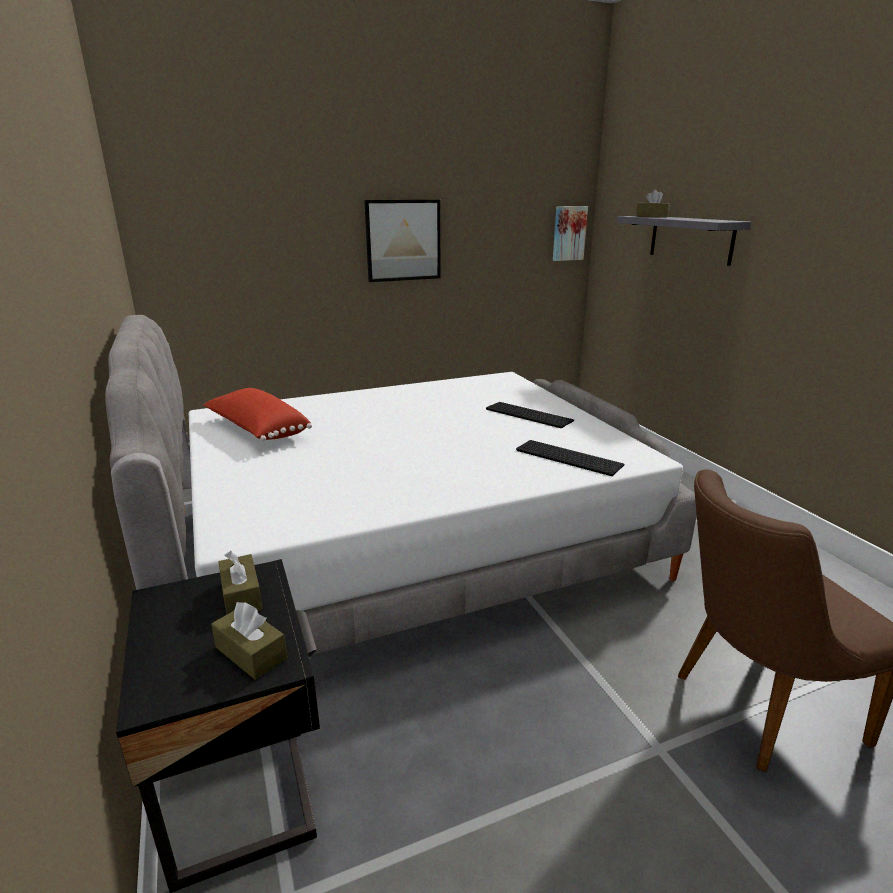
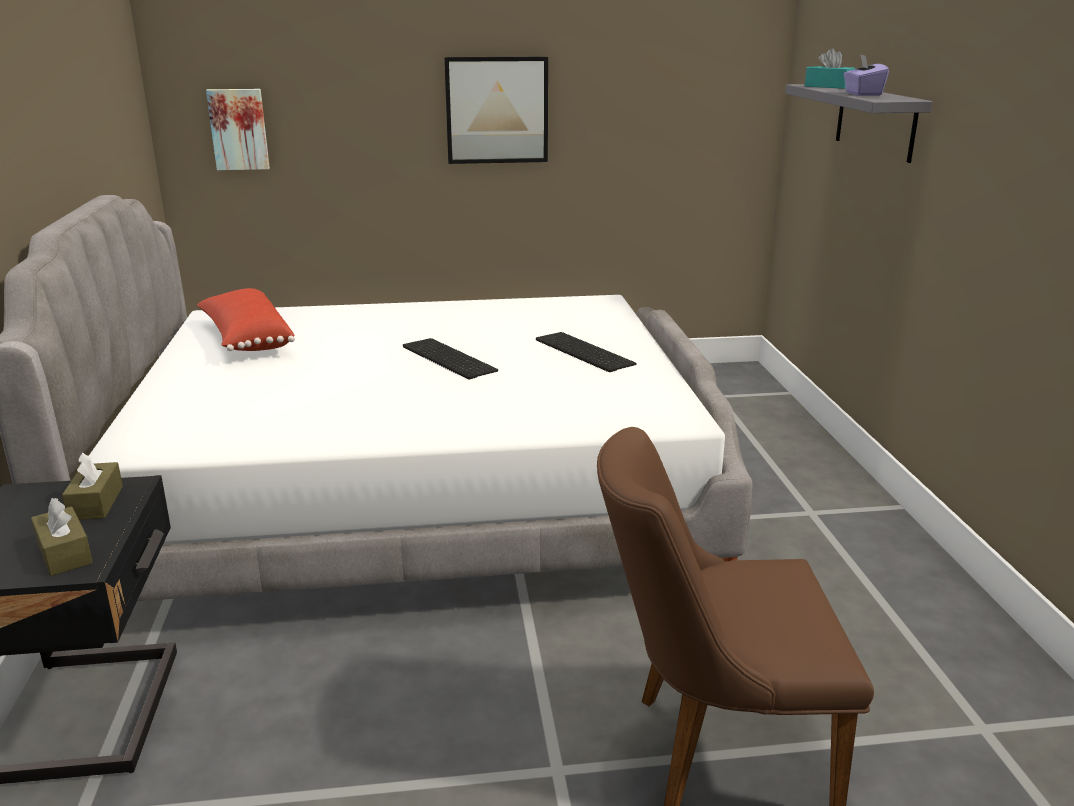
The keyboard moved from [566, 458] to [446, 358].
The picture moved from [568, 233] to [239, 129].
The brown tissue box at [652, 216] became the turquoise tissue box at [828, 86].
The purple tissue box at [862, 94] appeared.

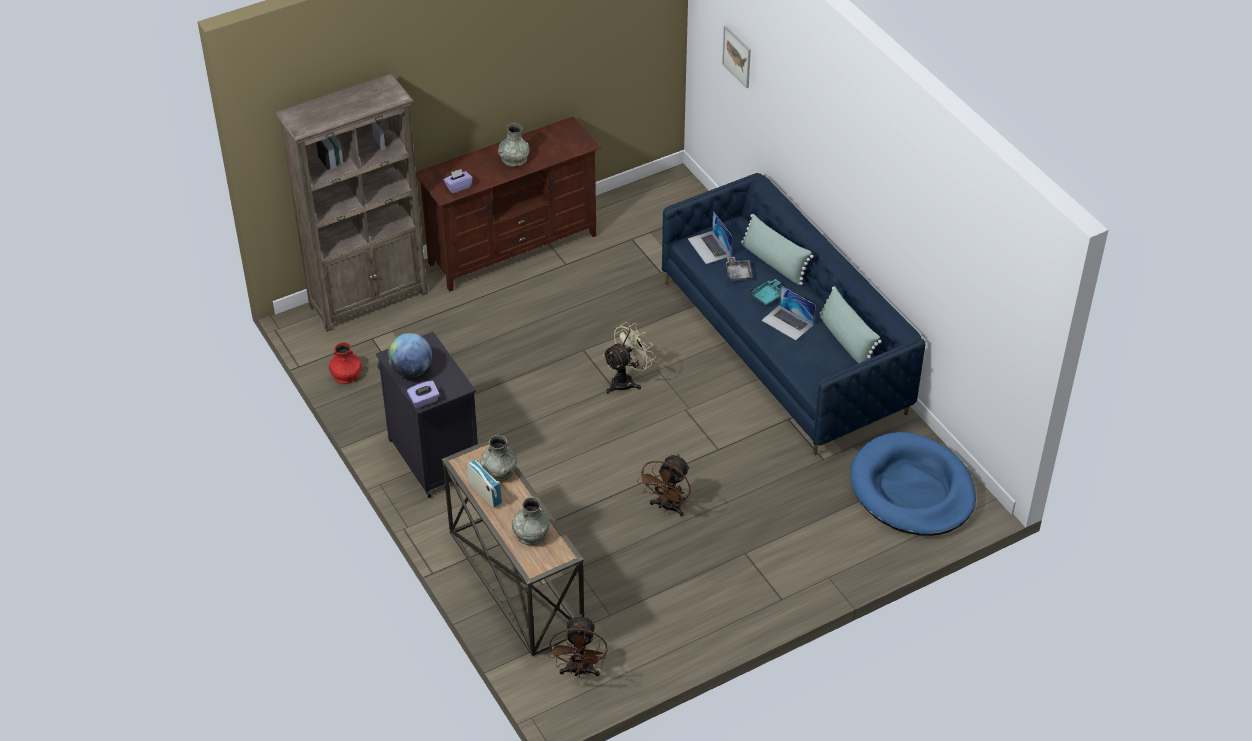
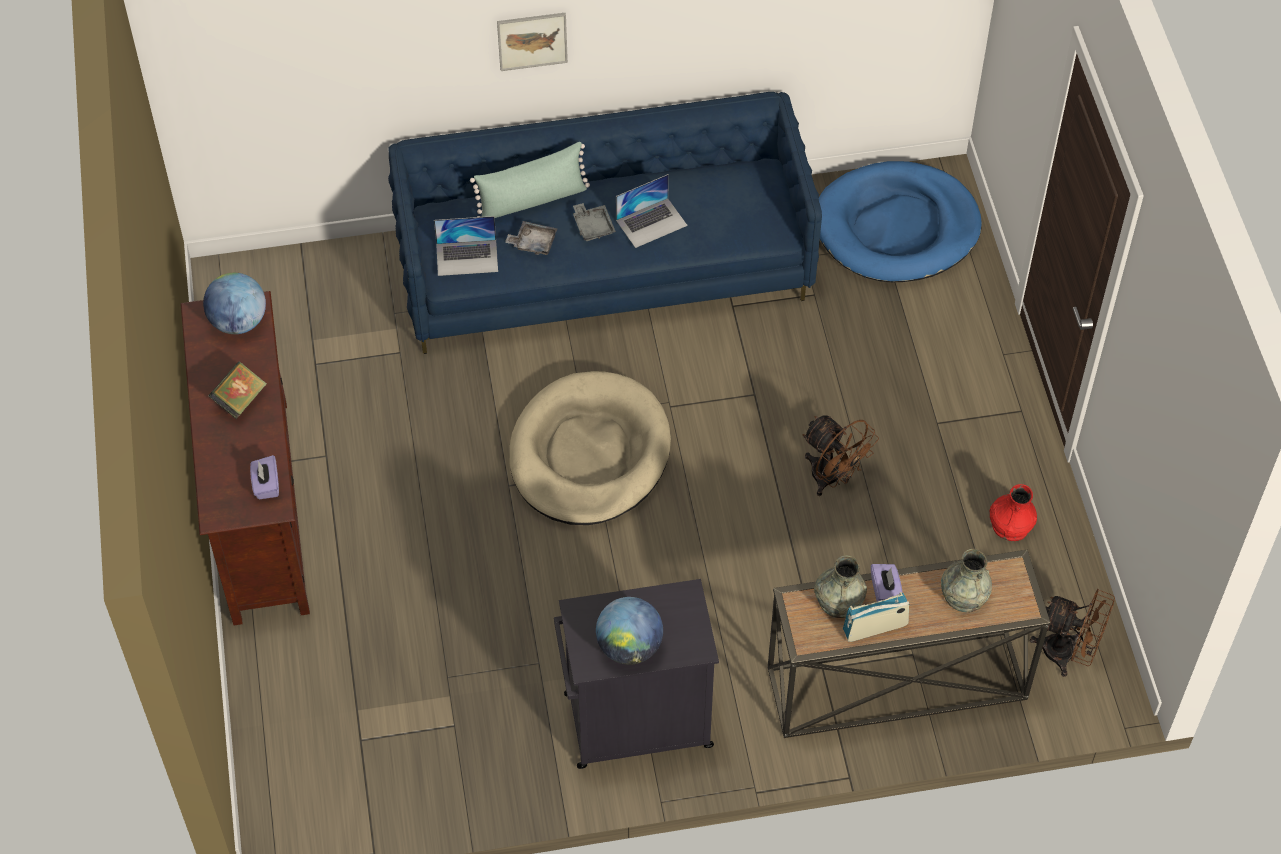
The brown bookcase at [369, 299] disappeared.
The red vase moved from [346, 374] to [1010, 525].
The purple tissue box moved from [424, 401] to [885, 591].
The grey vase at [514, 159] was replaced by the book at [240, 400].
The beige fan at [626, 381] was replaced by the beige dog bed at [589, 454].
The picture moved from [737, 56] to [532, 41].
The turquoise tray at [768, 296] became the grey tray at [593, 226].
The green pillow at [846, 340] disappeared.
The globe at [238, 322] appeared.

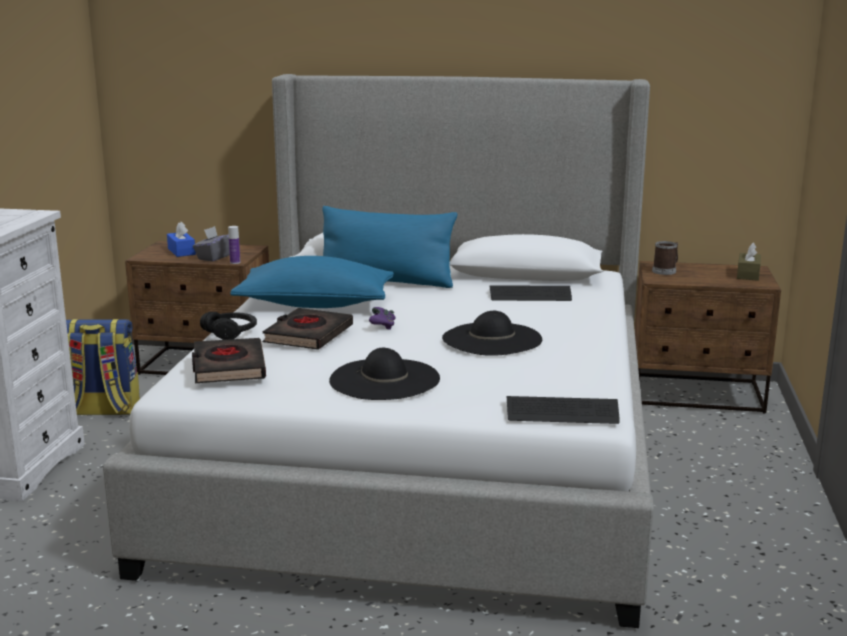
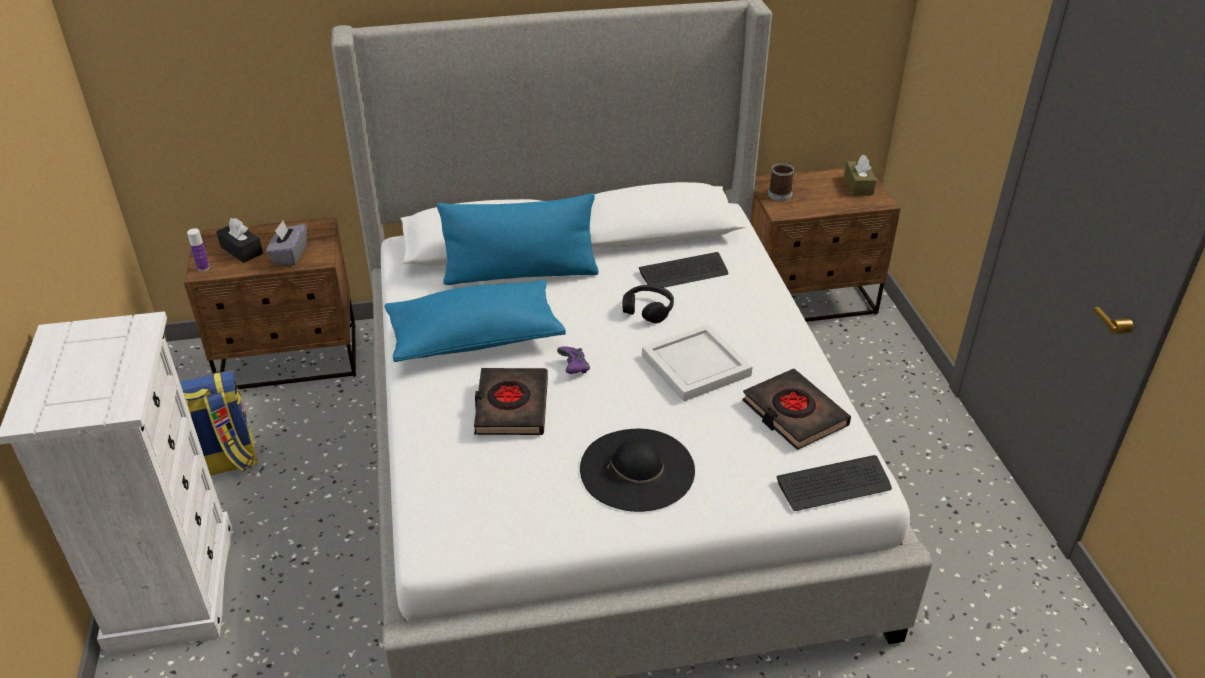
The blue tissue box at [181, 251] became the black tissue box at [241, 250].
The black book moved from [228, 367] to [794, 414].
The black headphones moved from [231, 333] to [648, 310].
The bottle moved from [235, 262] to [203, 268].
The black hat at [492, 339] was replaced by the white tray at [695, 366].

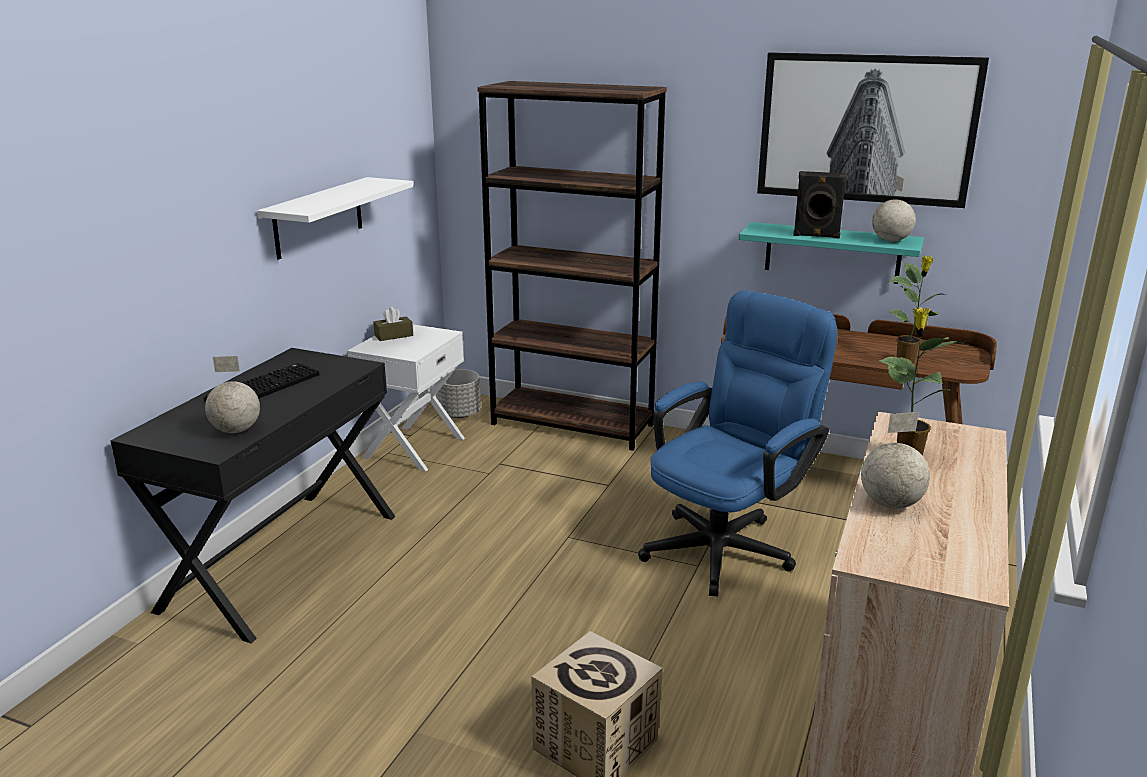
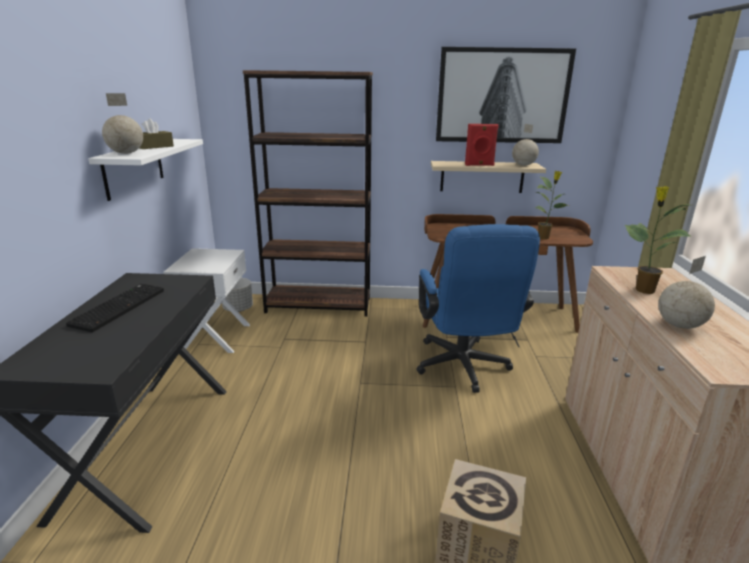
The globe moved from [236, 430] to [126, 153].
The brown tissue box moved from [393, 335] to [154, 147].
The blue office chair at [727, 545] turned 150 degrees clockwise.
The turquoise shelf at [832, 253] became the beige shelf at [482, 177].
The black speaker at [816, 236] became the red speaker at [479, 165].

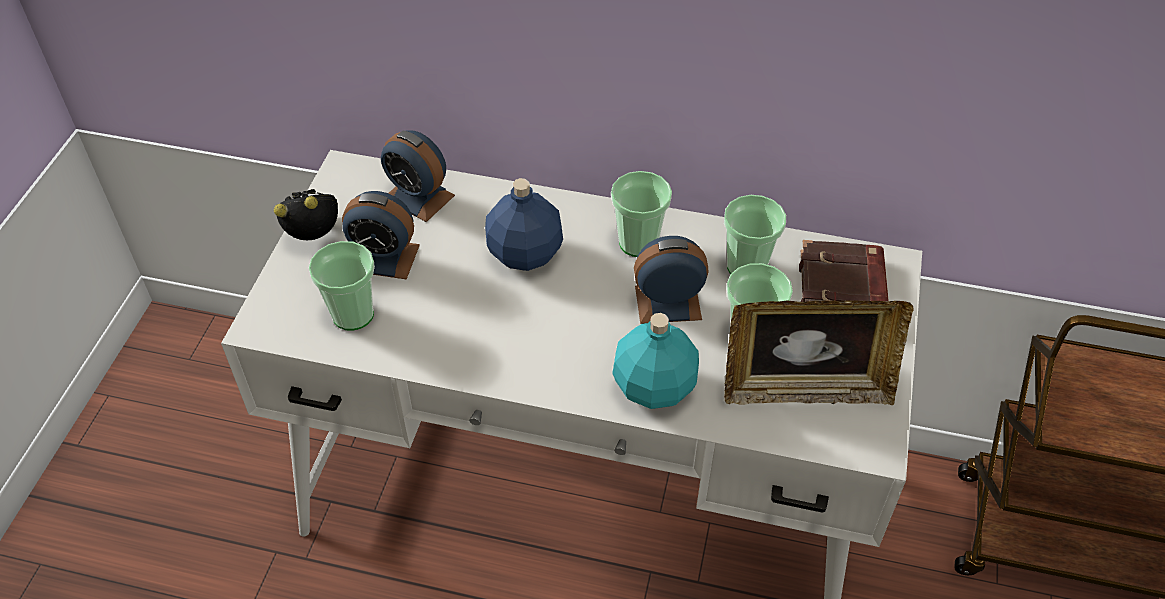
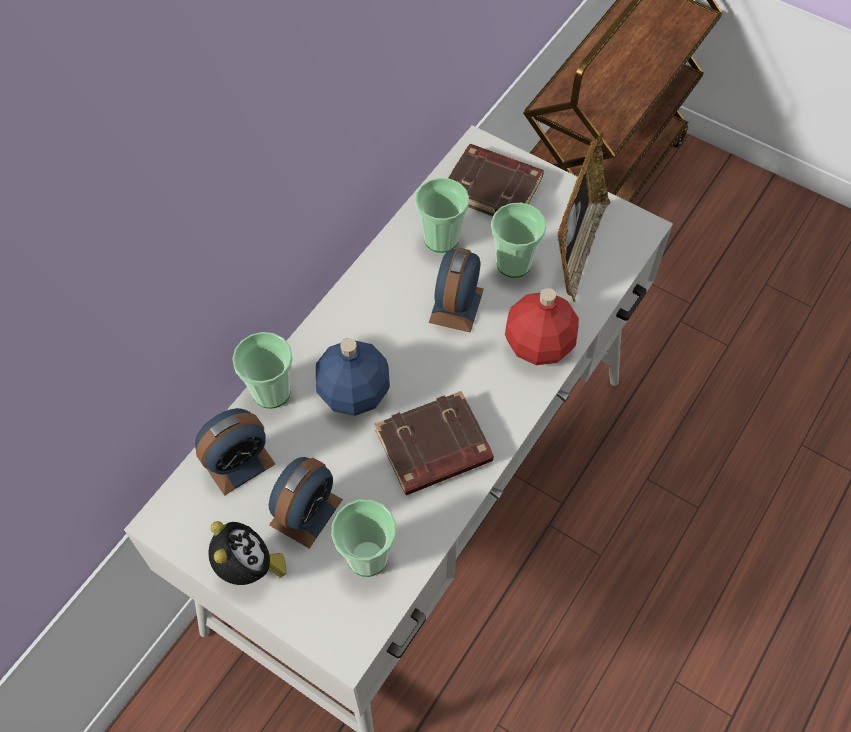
The alarm clock at [316, 237] turned 150 degrees clockwise.
The cup moved from [638, 243] to [271, 392].
The turquoise bottle at [653, 386] became the red bottle at [538, 345].
The brown book at [433, 449] appeared.

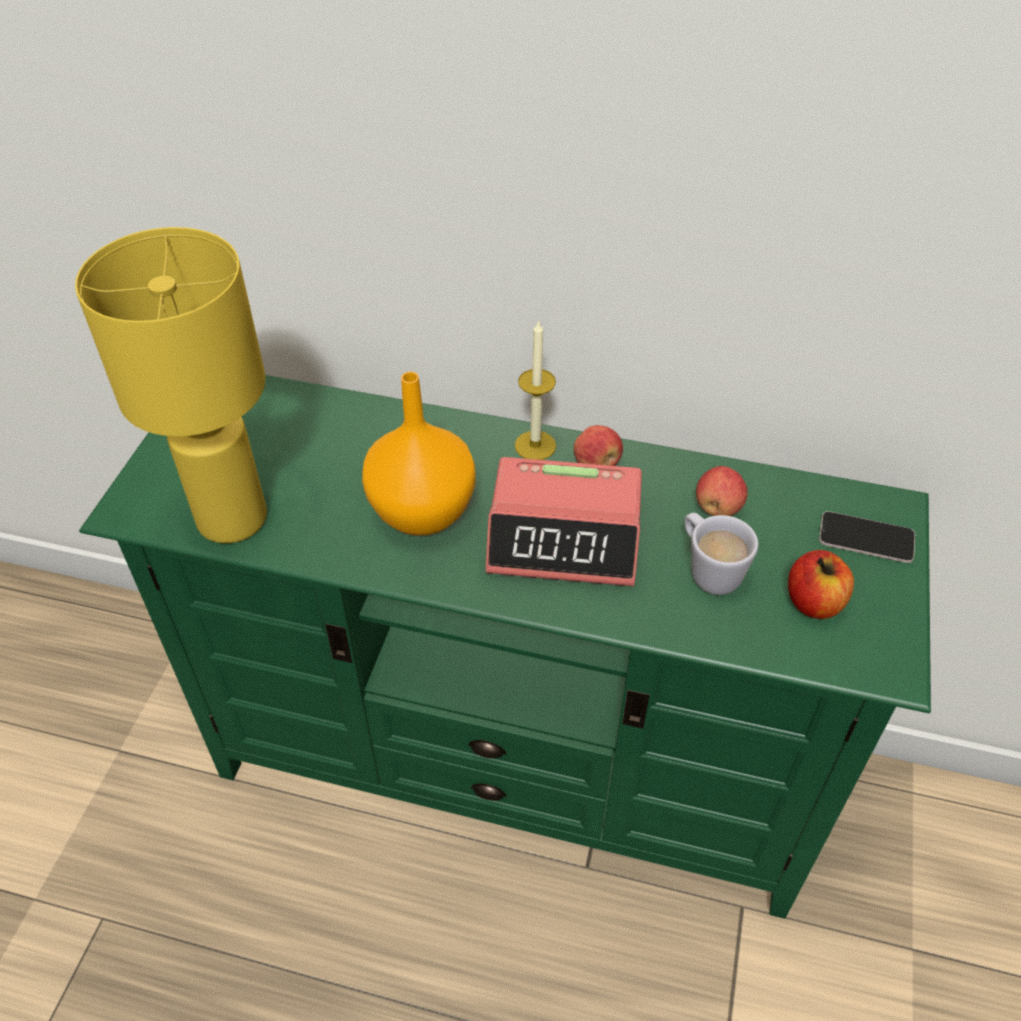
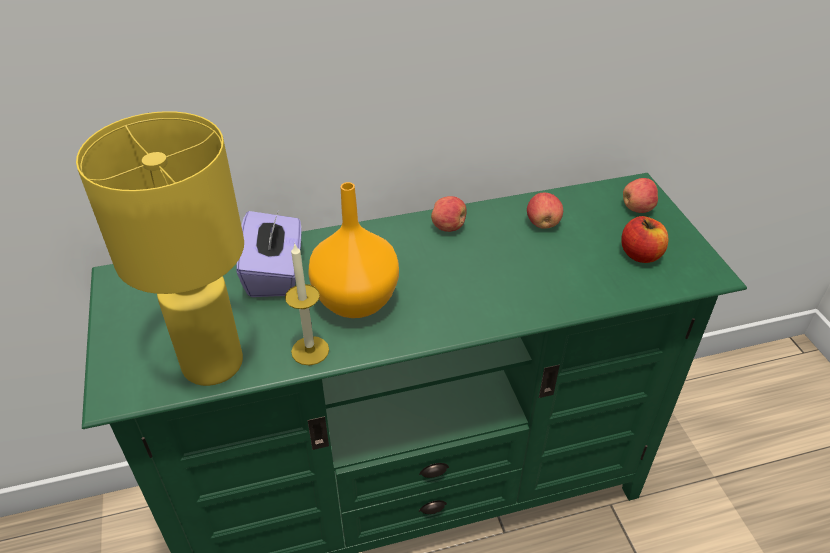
The alarm clock at [565, 536] disappeared.
The candle moved from [535, 445] to [310, 350].
The white mug at [708, 570] disappeared.
The phone at [866, 538] was replaced by the apple at [637, 208].
The purple tissue box at [275, 273] appeared.

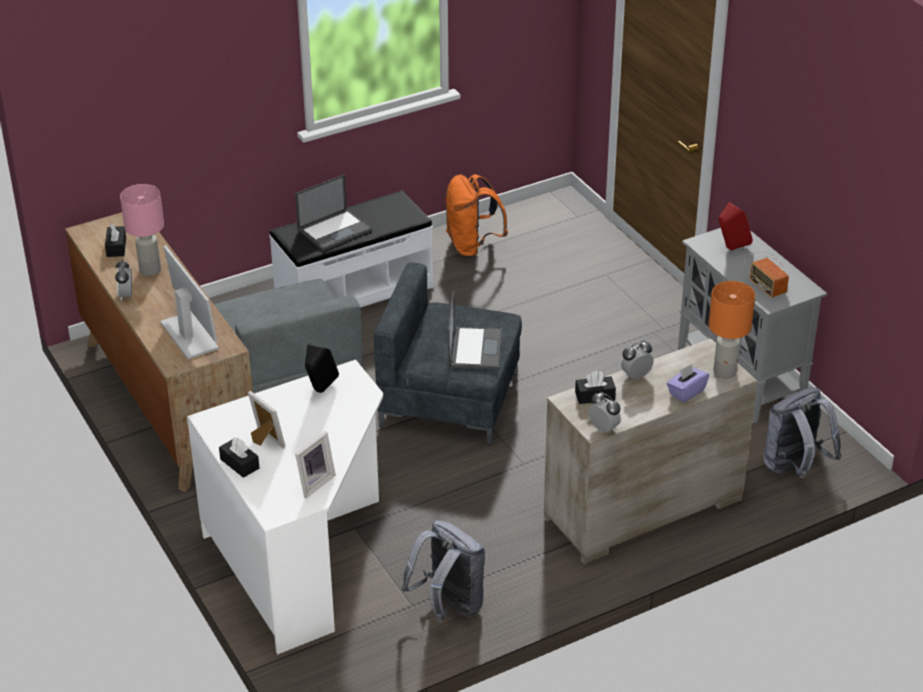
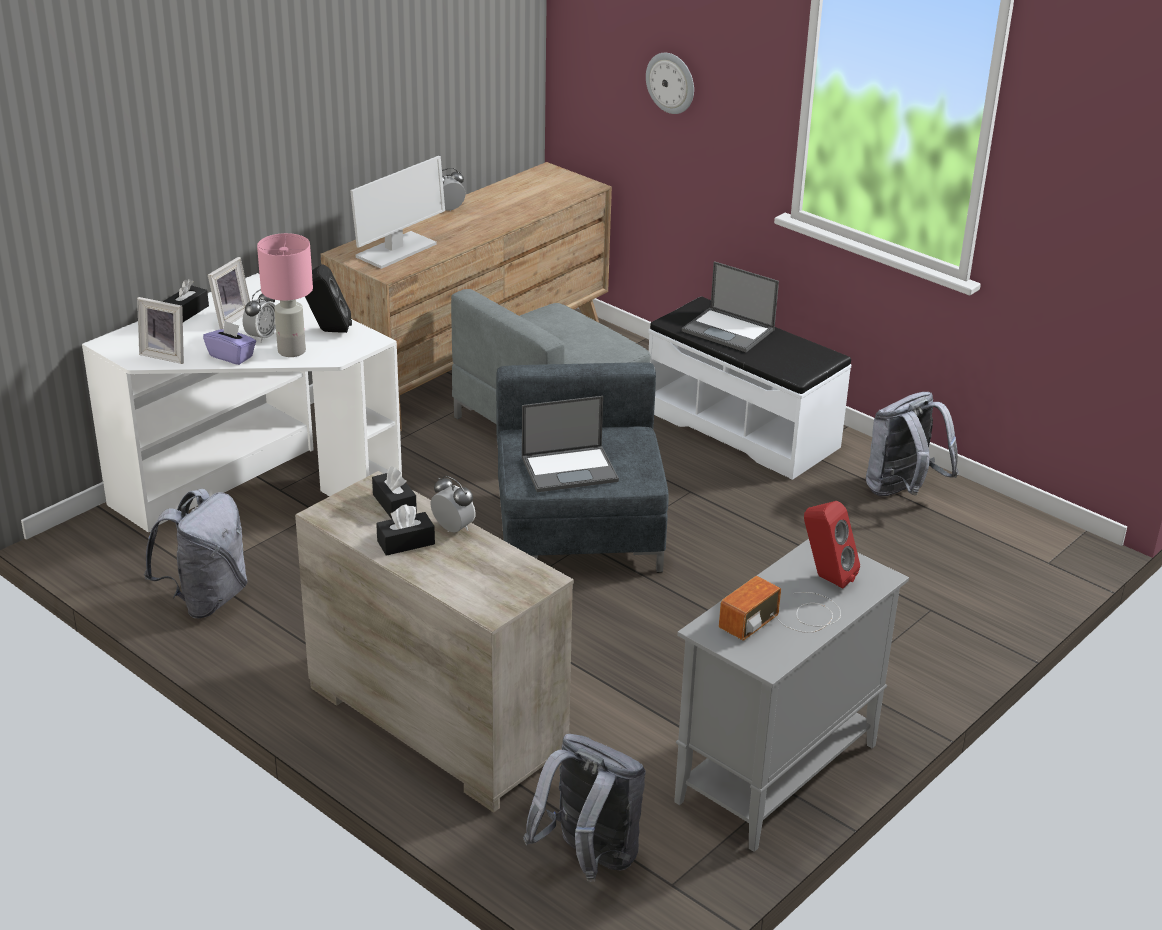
The black tissue box moved from [116, 247] to [406, 542].
The pink table lamp moved from [150, 270] to [292, 351].
The orange backpack at [472, 246] became the grey backpack at [902, 492].
The alarm clock moved from [603, 428] to [262, 337].
The purple tissue box moved from [686, 392] to [231, 356].
The orange table lamp at [725, 372] disappeared.
The wall clock at [671, 82] appeared.

